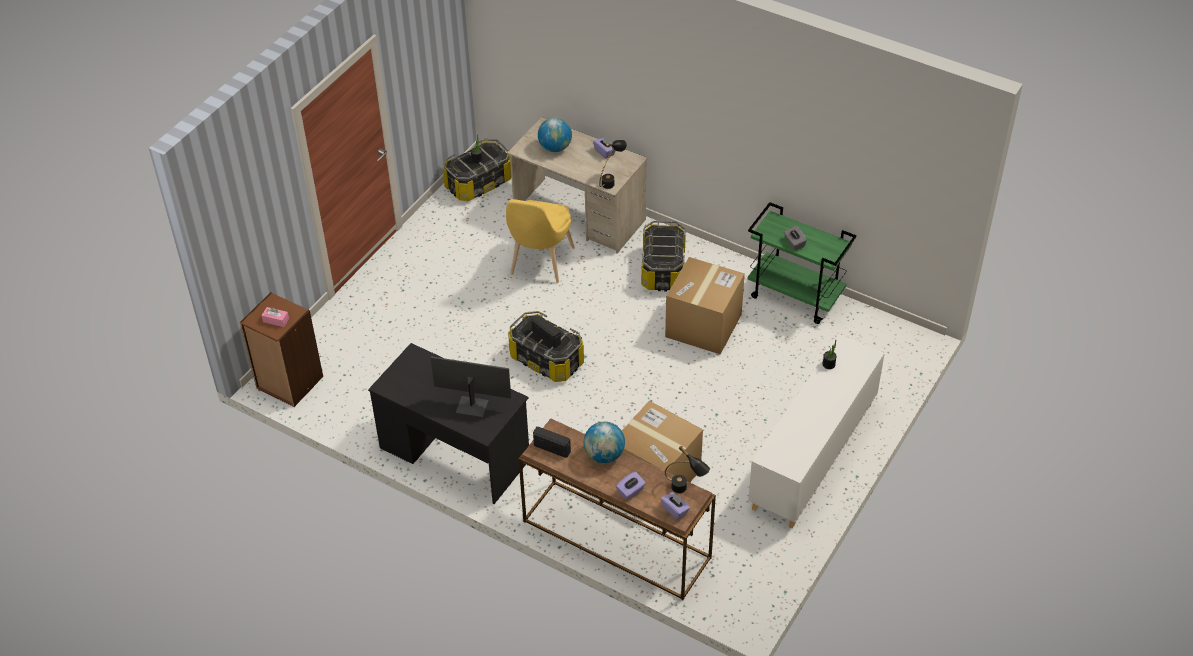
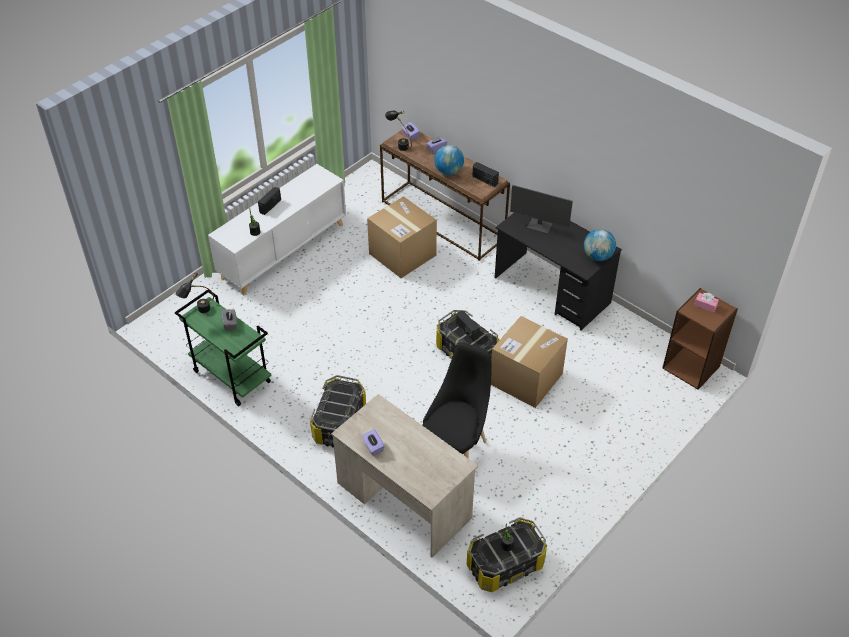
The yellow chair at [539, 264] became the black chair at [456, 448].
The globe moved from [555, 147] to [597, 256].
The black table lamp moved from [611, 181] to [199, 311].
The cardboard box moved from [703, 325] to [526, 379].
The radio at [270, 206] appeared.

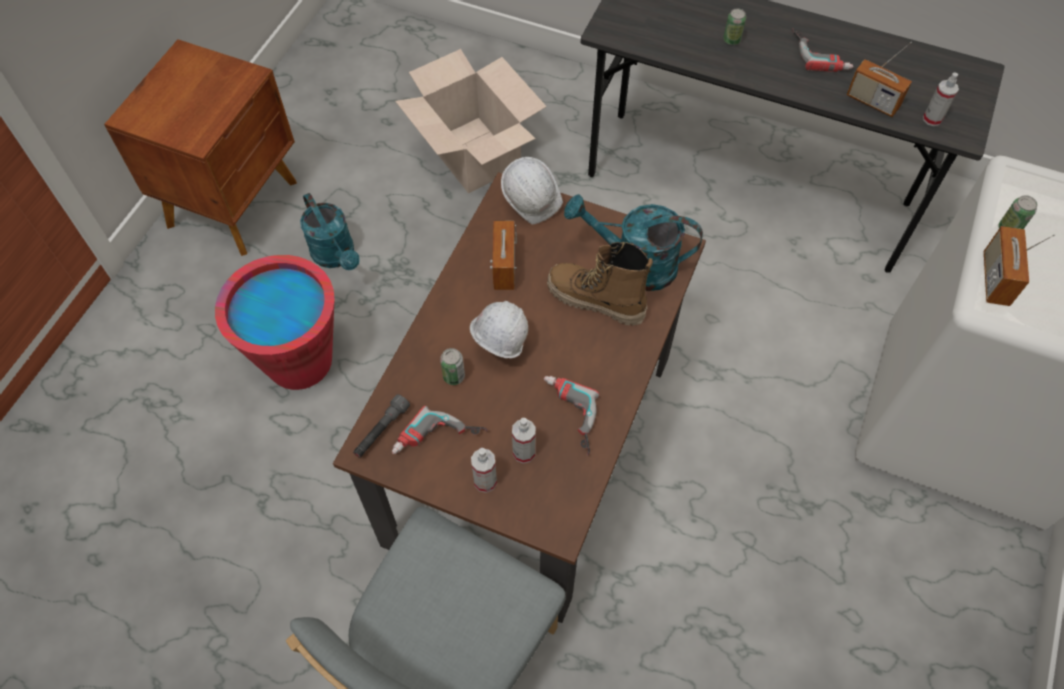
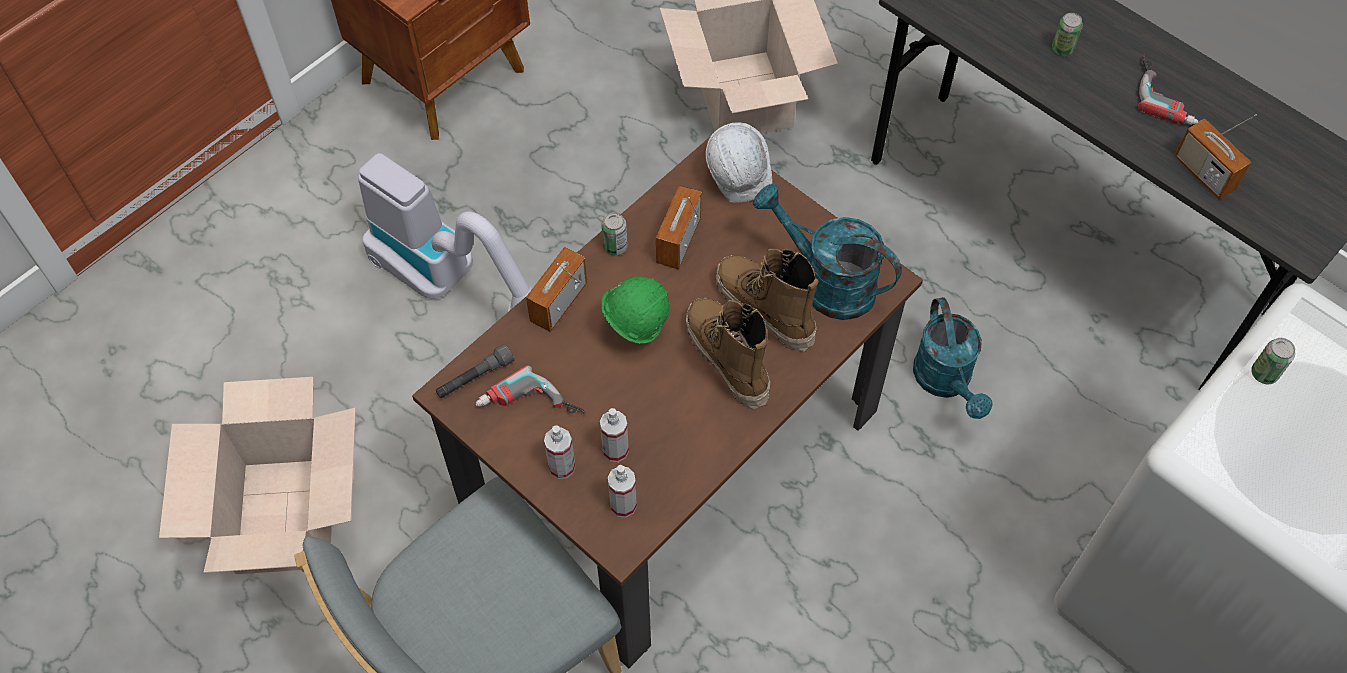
The red bucket at [299, 361] was replaced by the vacuum cleaner at [451, 280].
The turquoise watering can moved from [336, 256] to [946, 382].
The can moved from [454, 376] to [615, 246].
The white hard hat at [498, 347] became the green hard hat at [635, 328].
The power drill at [566, 416] disappeared.
The spray bottle moved from [932, 119] to [623, 505].
The radio moved from [995, 279] to [558, 302].
The cardboard box at [287, 516] appeared.
The boot at [726, 360] appeared.

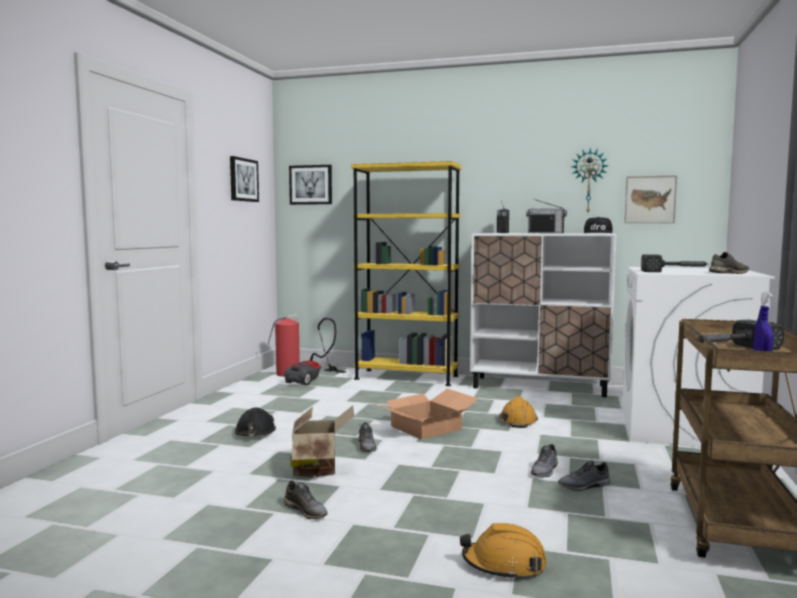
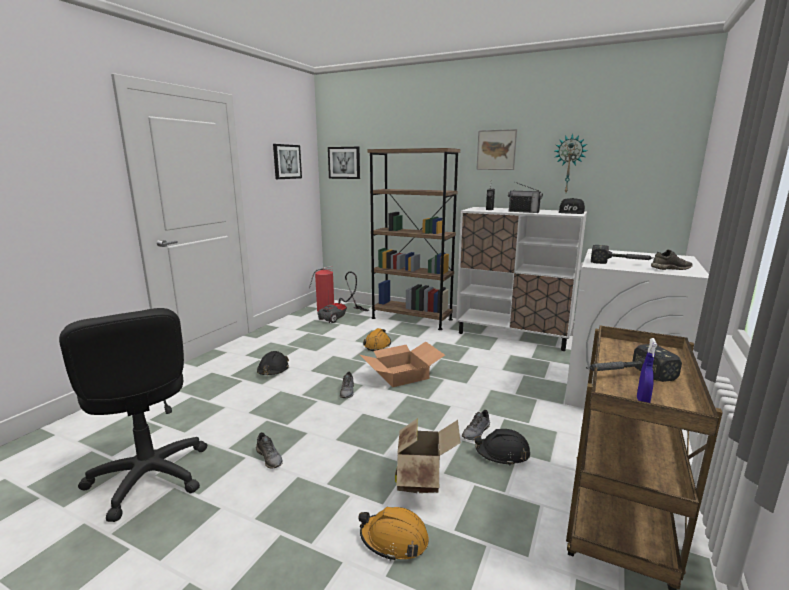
The cardboard box moved from [319, 468] to [422, 478].
The yellow bookcase at [406, 377] became the brown bookcase at [411, 319].
The orange hard hat moved from [518, 421] to [377, 345].
The grey shoe at [584, 486] was replaced by the black hard hat at [502, 454].
The picture moved from [650, 199] to [496, 150].
The black office chair at [149, 477] appeared.

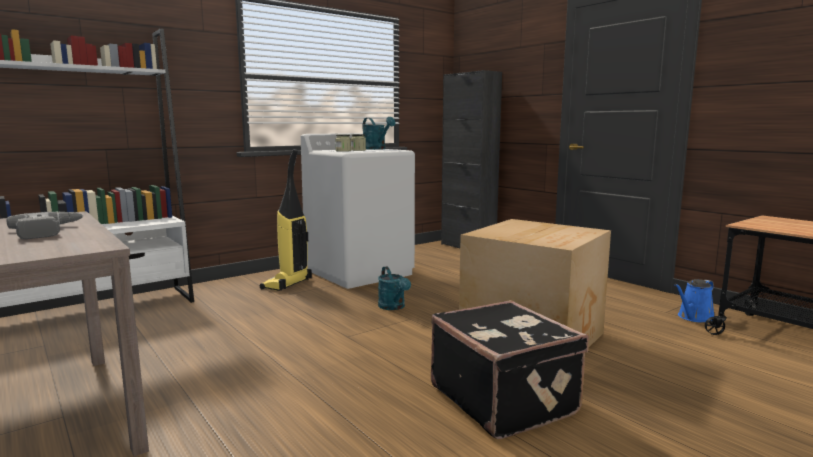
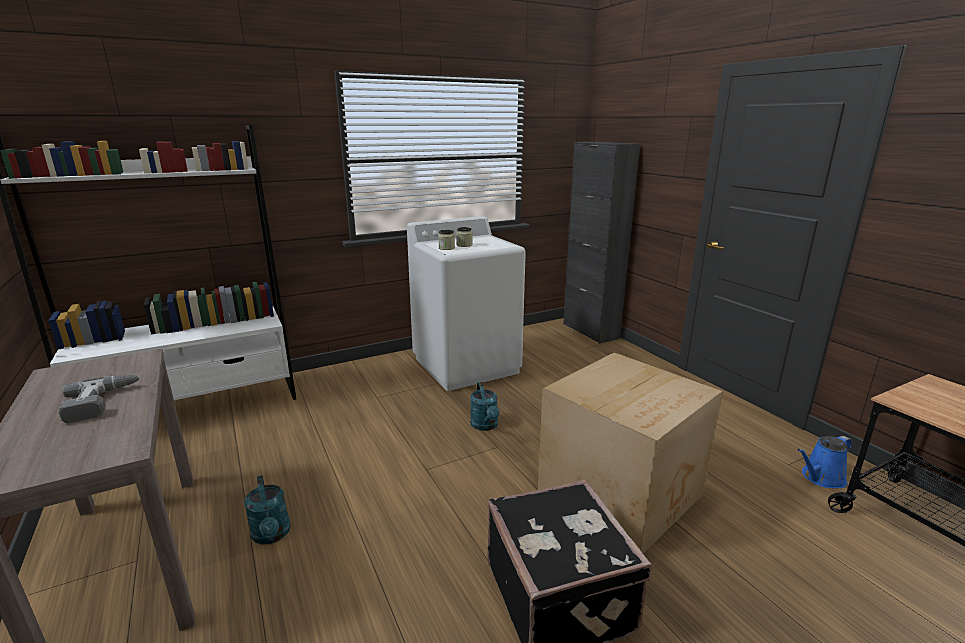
The vacuum cleaner at [287, 284] disappeared.
The turquoise watering can moved from [377, 149] to [272, 535].

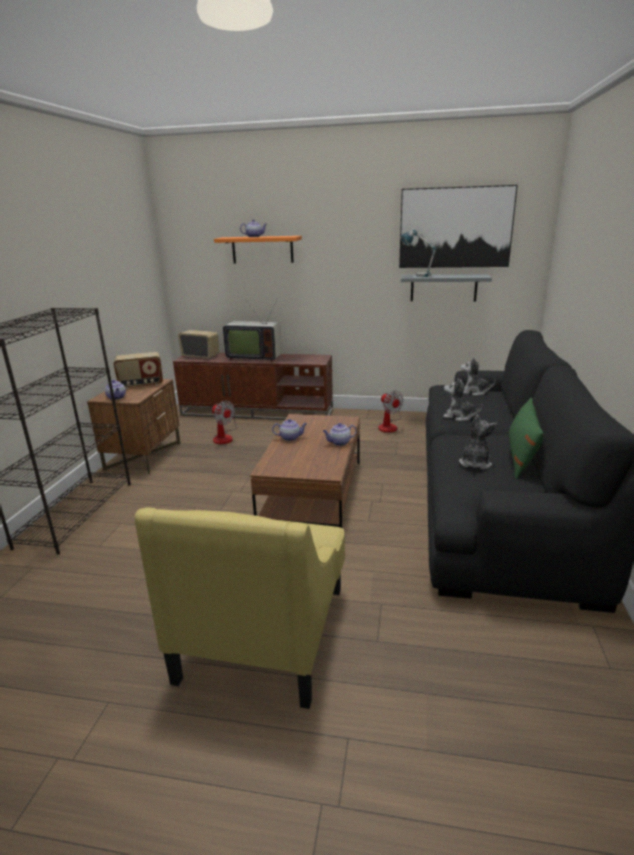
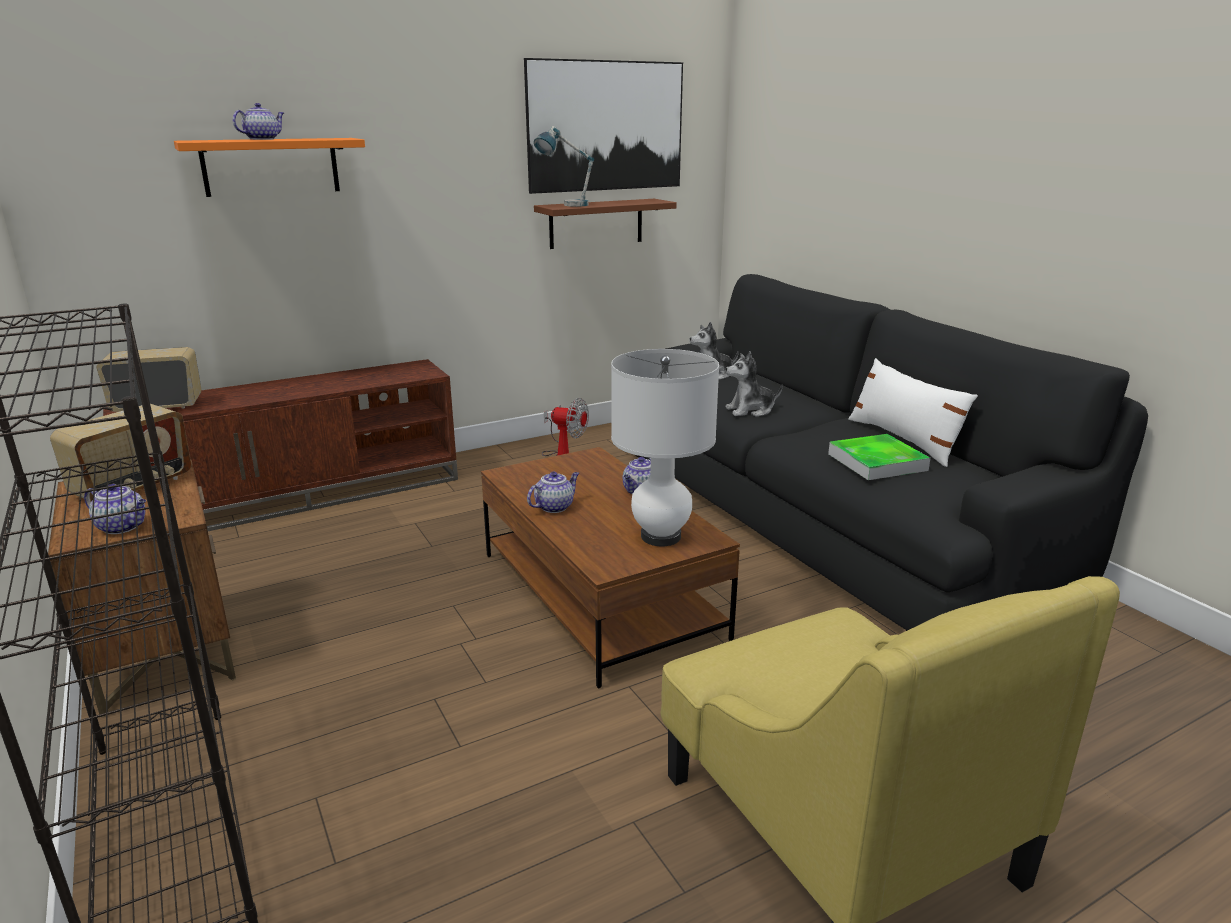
The fan at [224, 437] disappeared.
The television at [254, 357] disappeared.
The grey shelf at [443, 288] became the brown shelf at [596, 223].
The plush toy at [475, 463] was replaced by the tray at [877, 462].
The green pillow at [521, 456] became the white pillow at [903, 440].
The white table lamp at [660, 537] appeared.

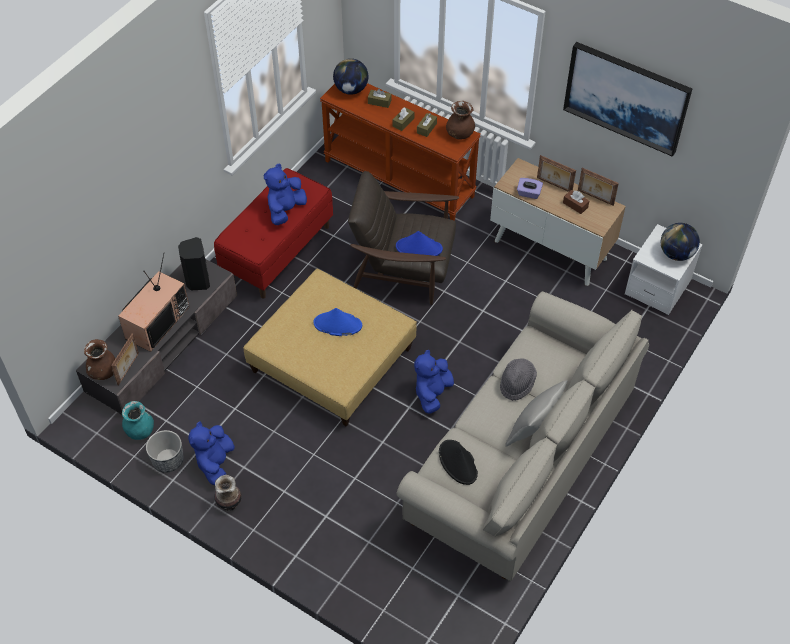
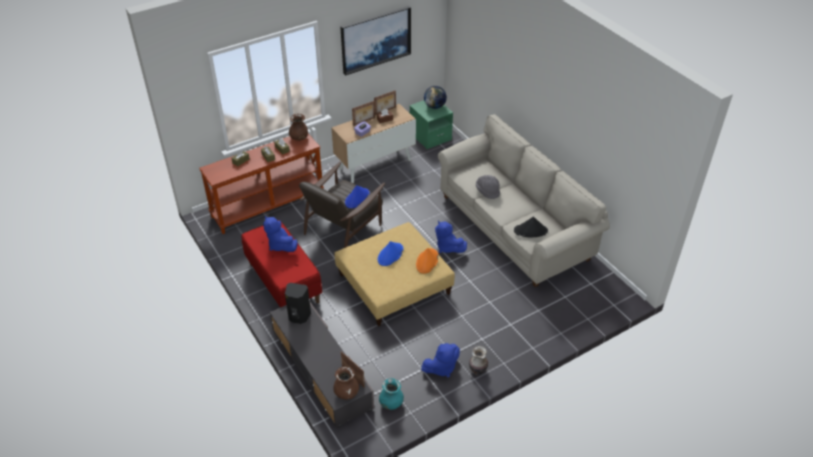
The television at [157, 321] disappeared.
The planter at [168, 460] disappeared.
The blue plush toy at [215, 463] turned 60 degrees counterclockwise.
The globe at [351, 90] disappeared.
The grey pillow at [533, 430] disappeared.
The white nightstand at [657, 287] became the green nightstand at [430, 136].
The orange hat at [427, 261] appeared.

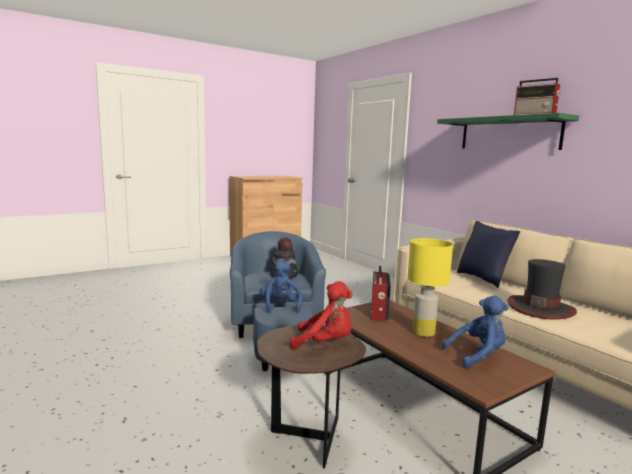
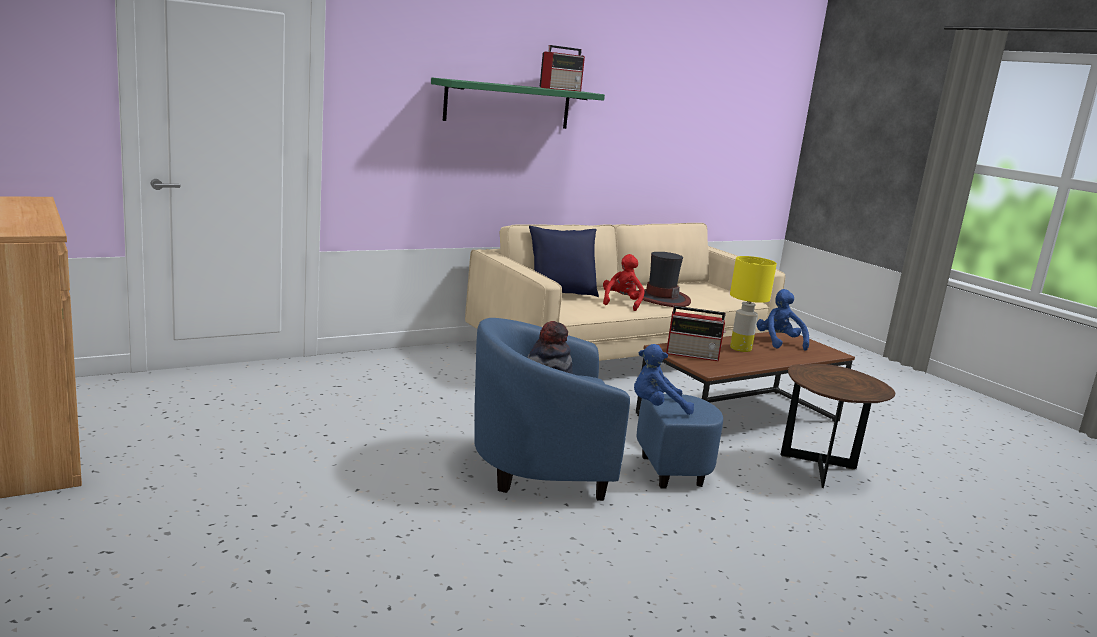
The red plush toy moved from [325, 343] to [621, 303].

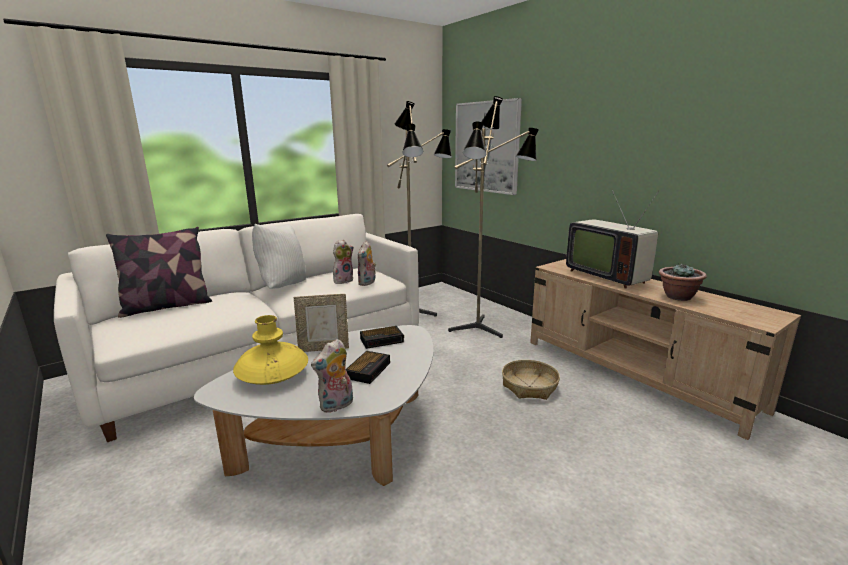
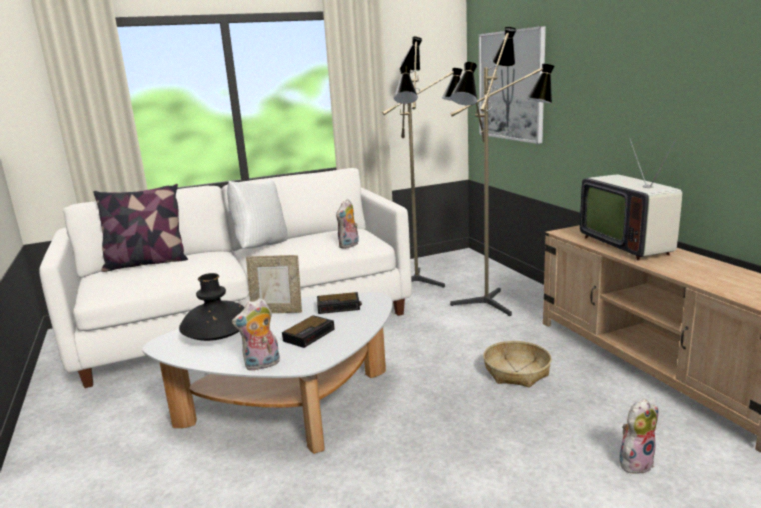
The yellow vase at [273, 376] became the black vase at [218, 334].
The plush toy moved from [343, 280] to [635, 462].
The potted plant at [678, 297] disappeared.

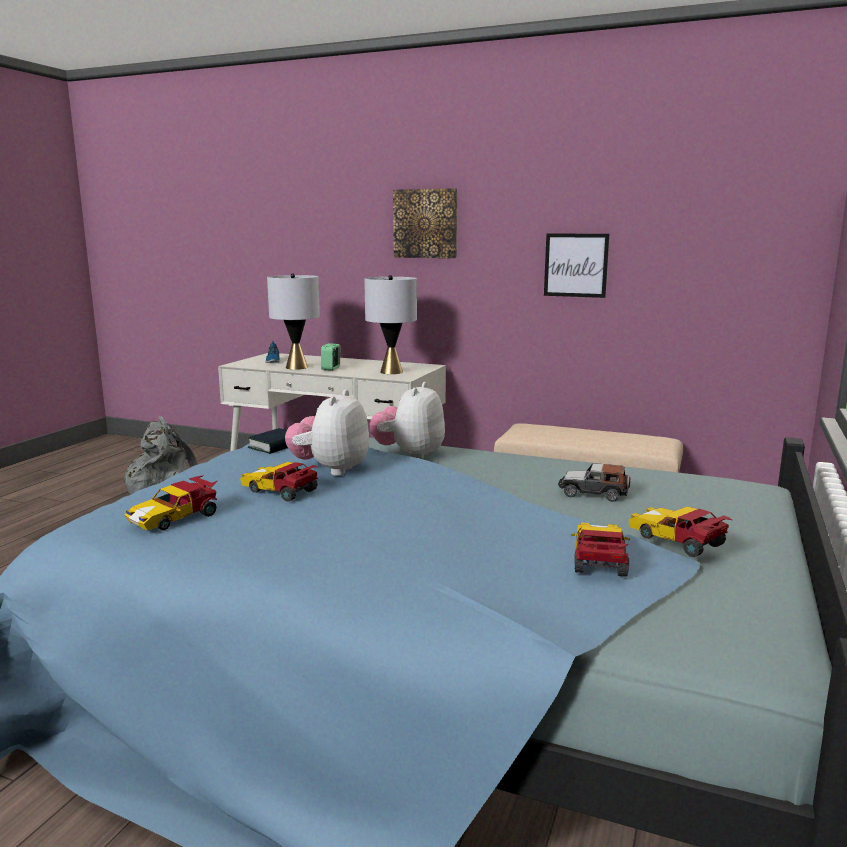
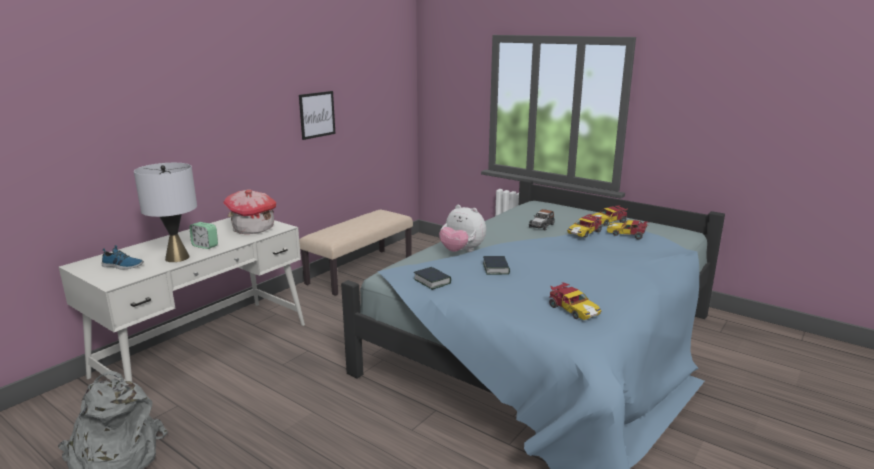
The toy car moved from [281, 491] to [584, 232].
The plush toy at [331, 470] was replaced by the book at [496, 268].
The grey table lamp at [391, 372] was replaced by the toy house at [253, 228].
The picture at [425, 223] disappeared.

